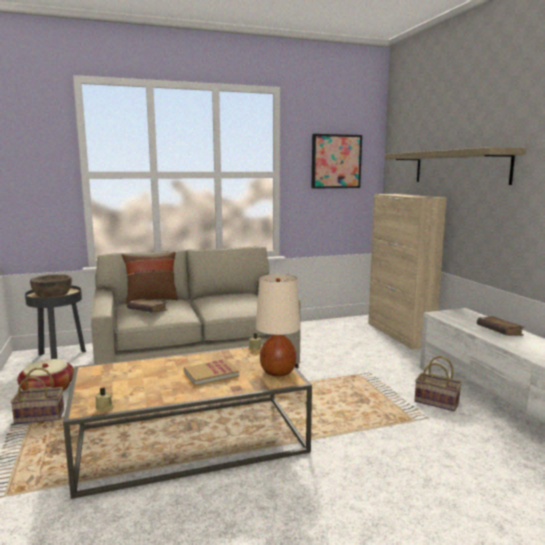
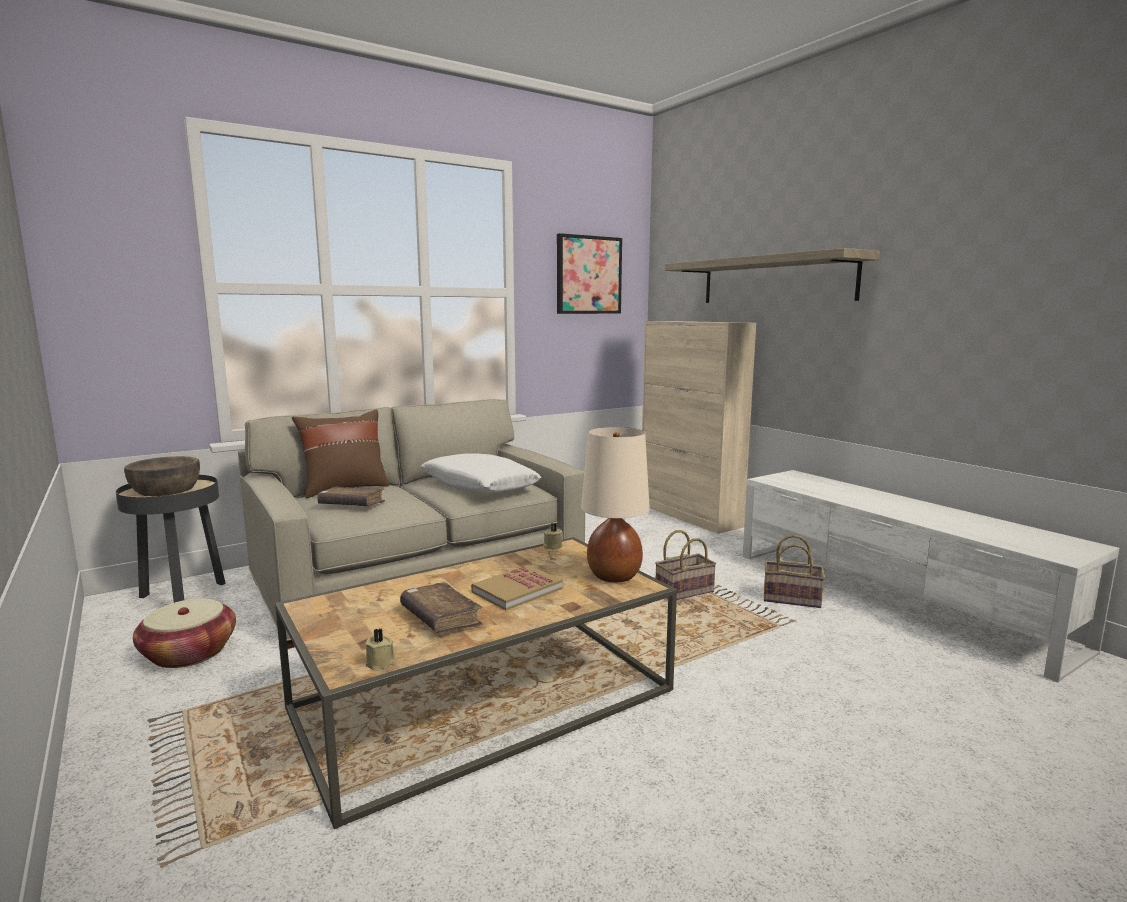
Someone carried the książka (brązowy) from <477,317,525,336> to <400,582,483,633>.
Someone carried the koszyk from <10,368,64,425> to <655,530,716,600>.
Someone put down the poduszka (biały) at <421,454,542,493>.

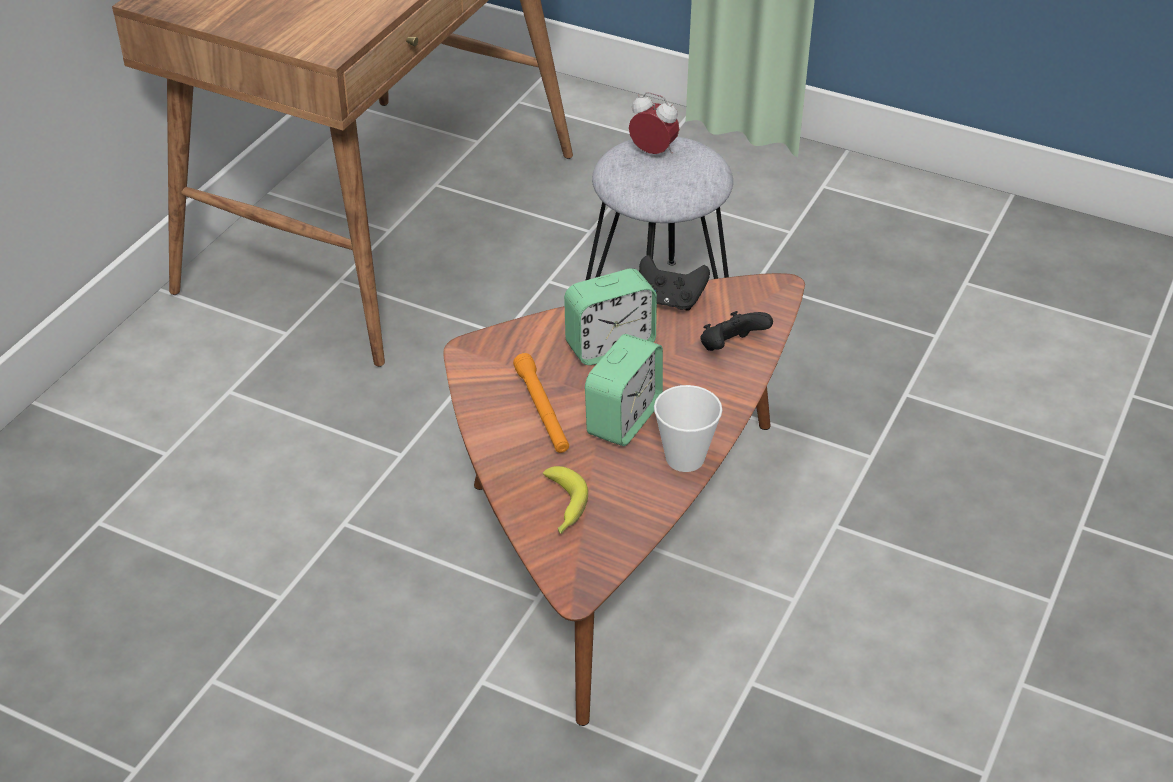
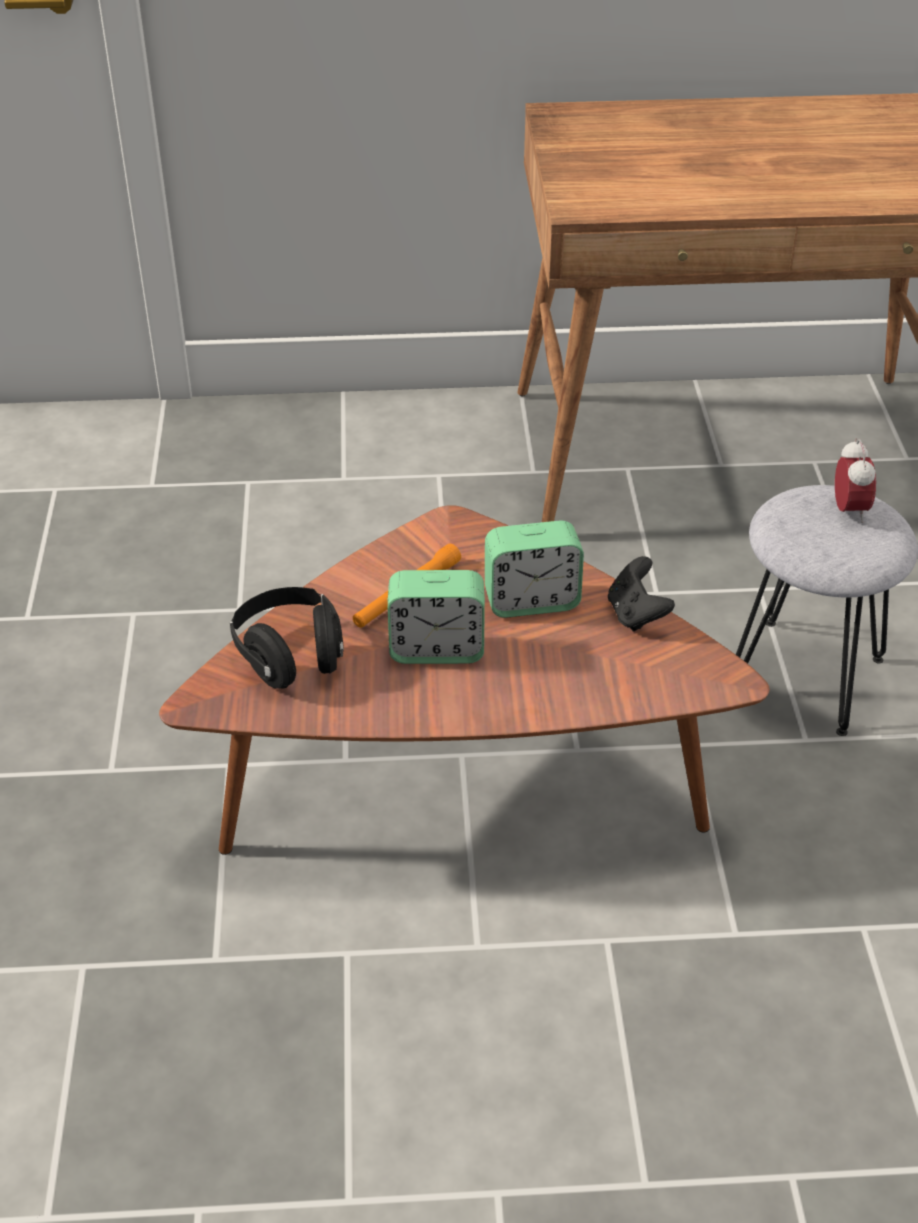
Someone rotated the budzik at <564,268,657,365> by 45 degrees counterclockwise.
Someone took away the pad do gier (czarny) at <700,311,773,351>.
Someone took away the filiżanka at <654,385,722,472>.
Someone swapped the banan at <543,466,588,534> for the słuchawki (czarny) at <230,587,344,689>.

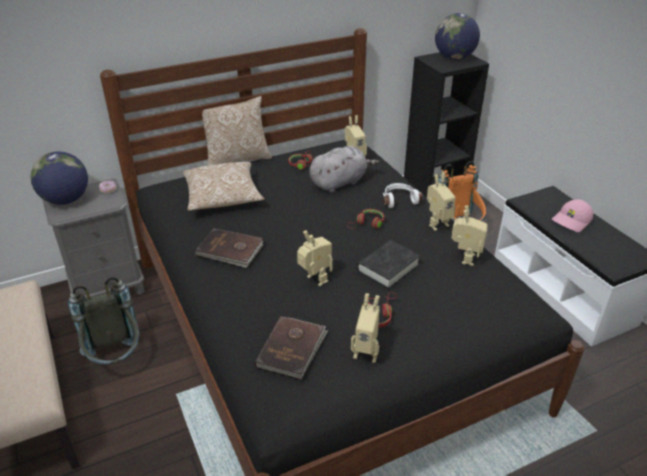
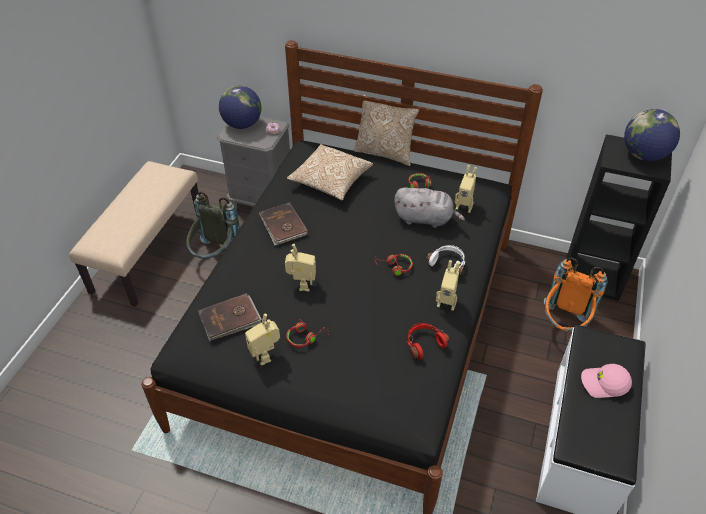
Someone swapped the robot zabawkowy at <452,205,488,266> for the słuchawki (czerwony) at <407,323,450,359>.
Someone took away the książka (czarny) at <357,240,420,289>.

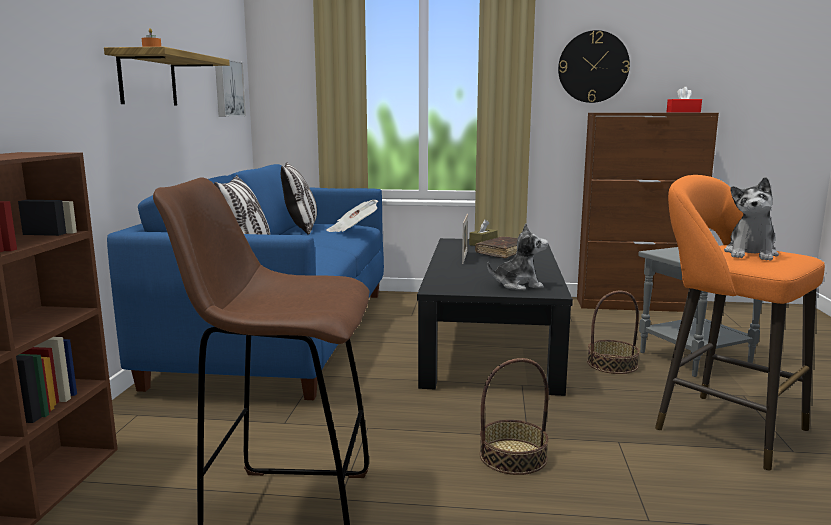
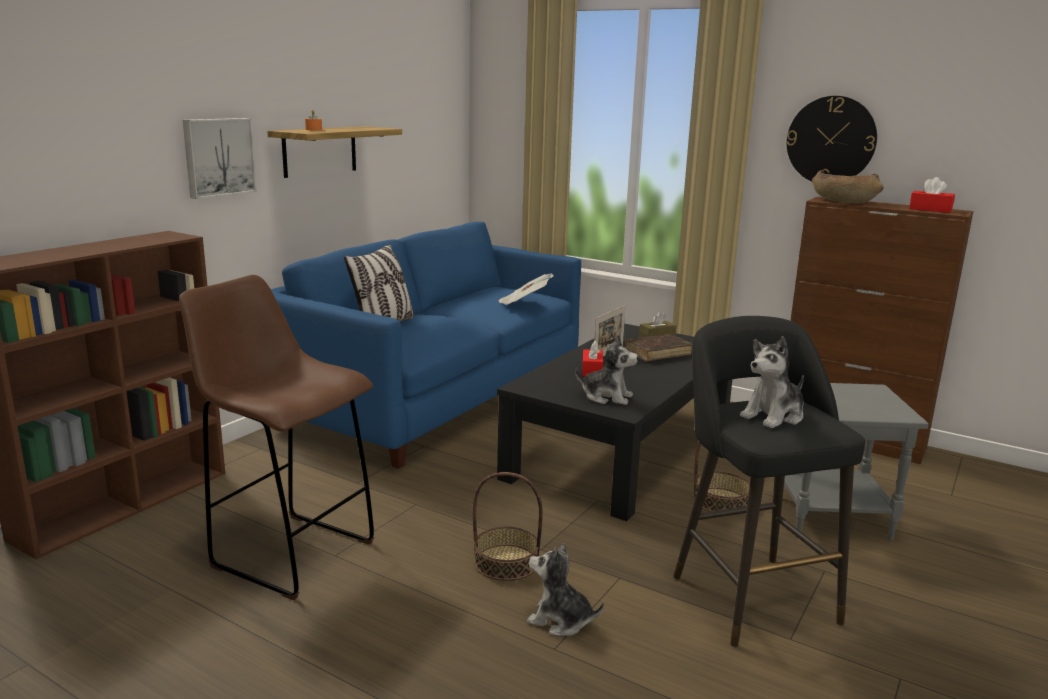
Someone carried the obraz from <215,58,246,117> to <183,118,257,199>.
Someone took away the poduszka at <281,162,317,234>.
Someone repainted the stołek (pomarańczowy) at <655,175,825,470>, which became the stołek (czarny) at <673,316,865,647>.
Someone put down the miska (brązowy) at <812,170,884,204>.
Someone put down the pudełko chusteczek (czerwony) at <582,341,603,377>.
Someone put down the pluszak at <527,543,604,636>.

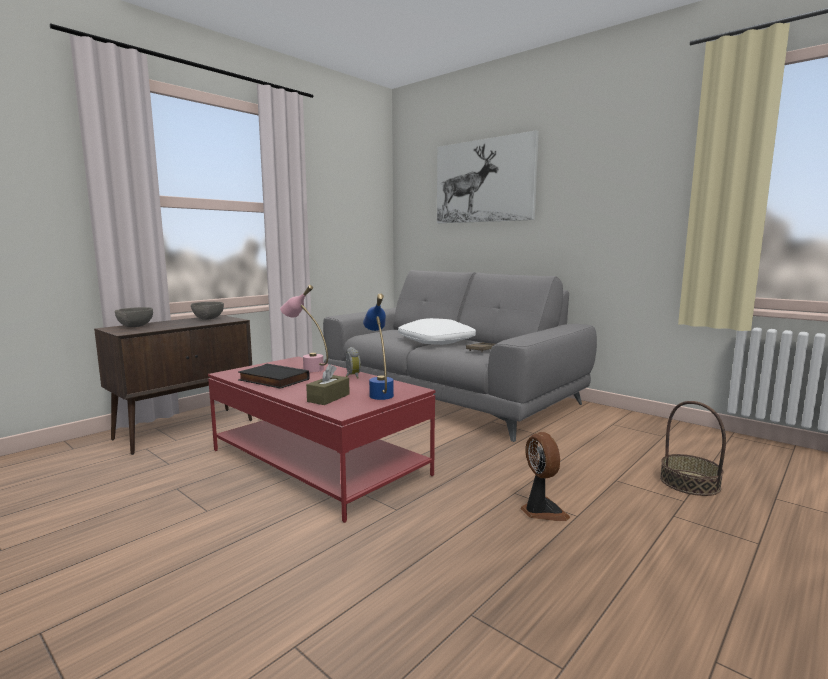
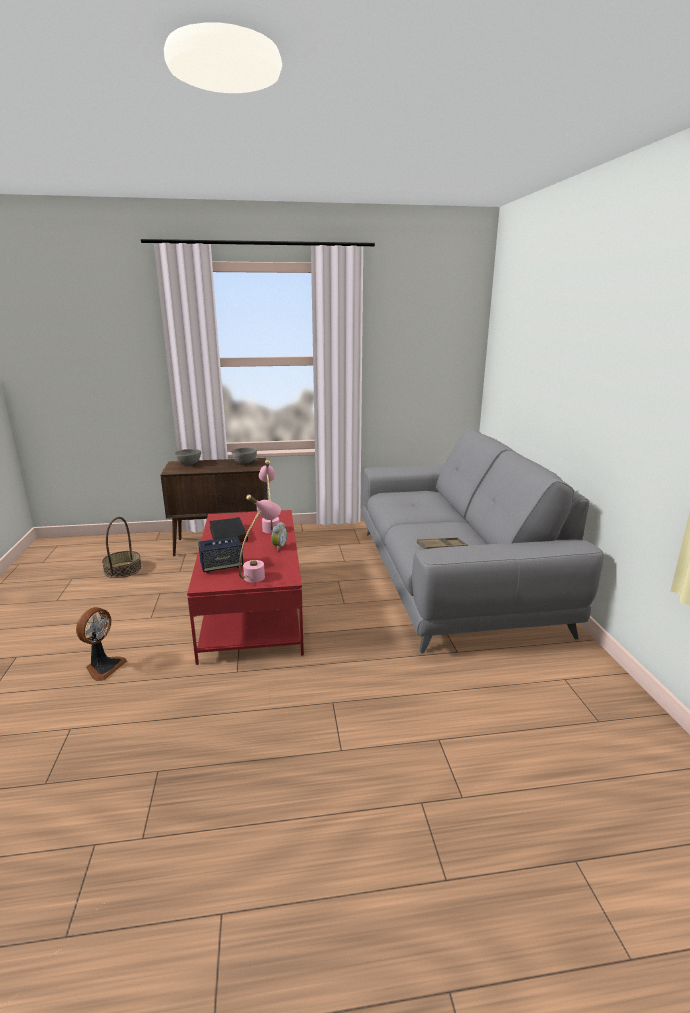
Someone took away the obraz at <437,130,539,223>.
Someone repainted the lampa stołowa (niebieski) at <363,293,394,400>, which became the lampa stołowa (różowy) at <239,494,281,583>.
Someone took away the poduszka (biały) at <398,318,476,345>.
Someone swapped the pudełko chusteczek (brązowy) at <306,364,350,405> for the głośnik at <198,536,243,573>.
Someone carried the koszyk from <660,401,726,496> to <102,517,142,578>.
Someone carried the wentylator from <521,432,570,521> to <76,607,127,681>.

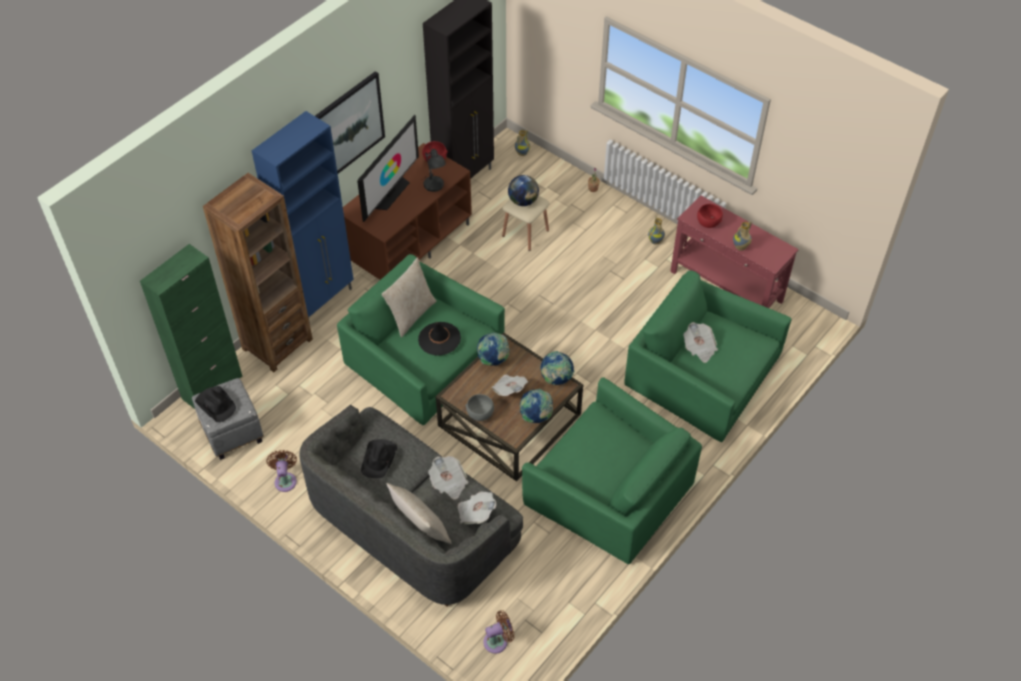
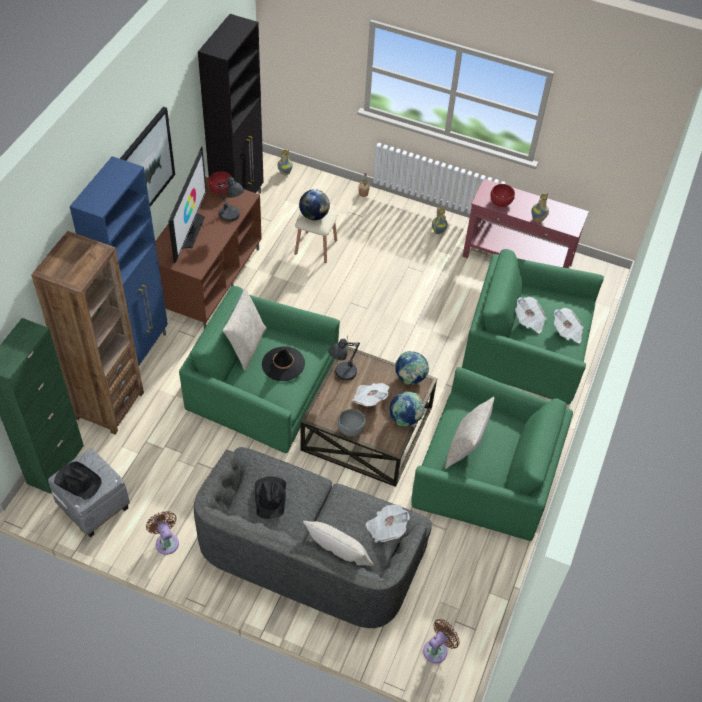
Someone swapped the globus at <477,332,509,366> for the lampa stołowa (szary) at <328,337,360,381>.
Someone carried the gazeta from <428,456,468,500> to <554,308,584,343>.
Someone put down the poduszka (beżowy) at <445,397,494,469>.

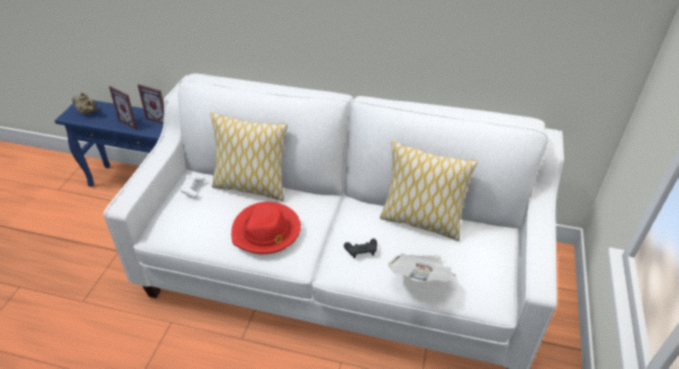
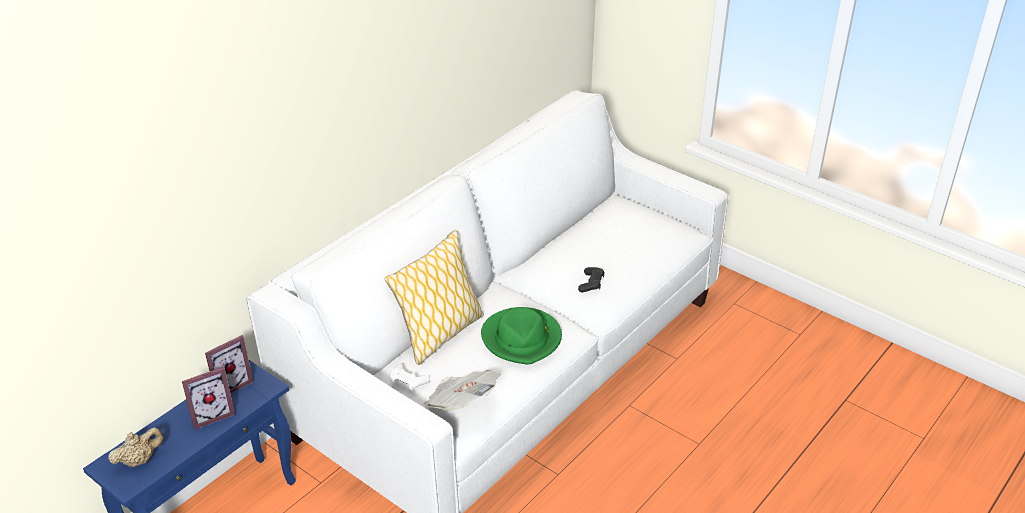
Someone took away the poduszka at <380,141,478,241>.
Someone repainted the kapelusz (czerwony) at <231,202,301,254>, which became the kapelusz (zielony) at <481,307,562,365>.
Someone carried the gazeta from <388,254,456,282> to <424,370,501,410>.

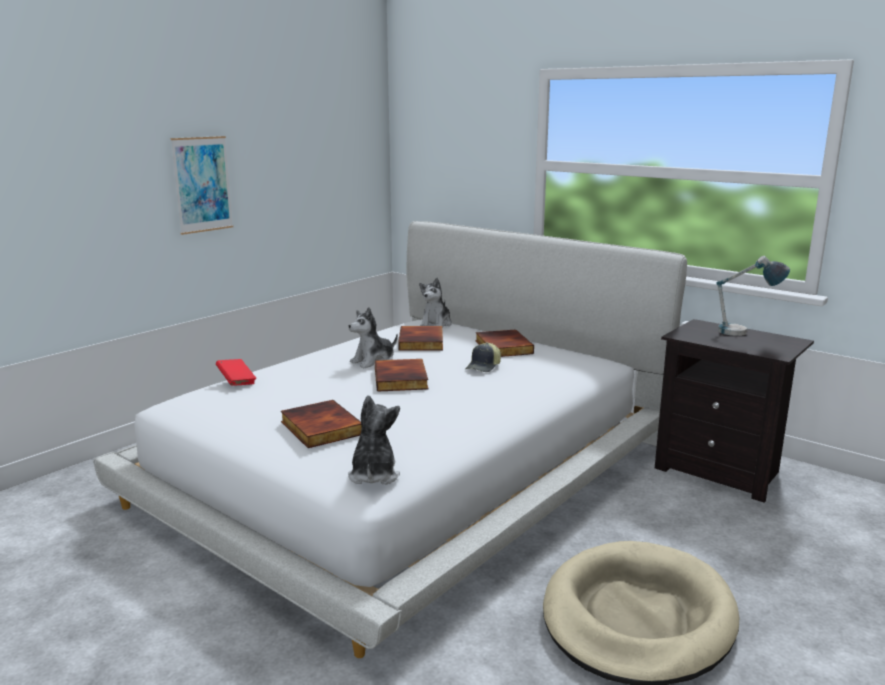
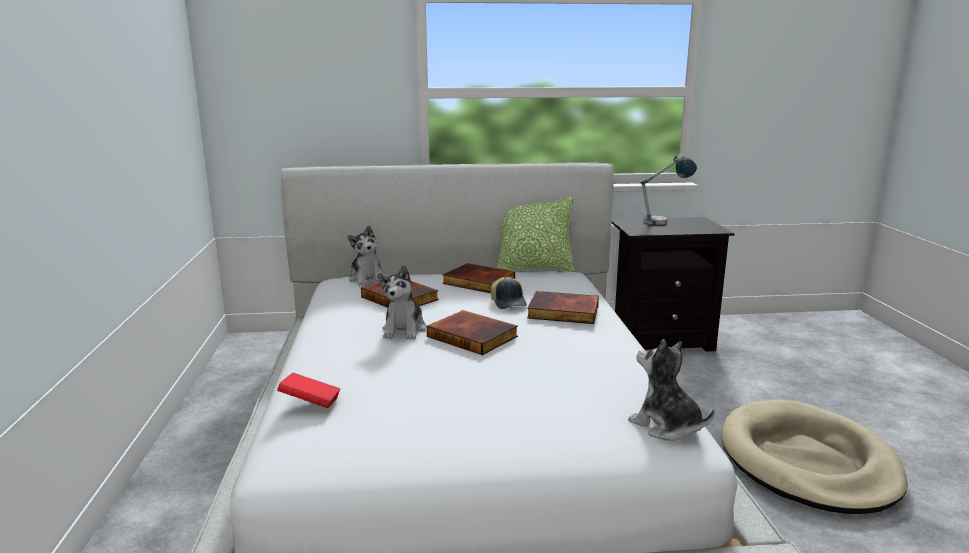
Someone took away the obraz at <171,136,233,235>.
Someone carried the książka from <281,400,362,448> to <527,291,599,324>.
Someone put down the poduszka at <497,197,575,272>.

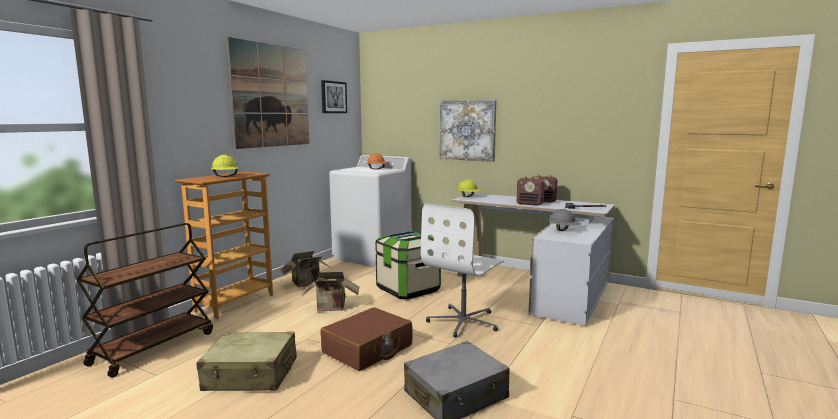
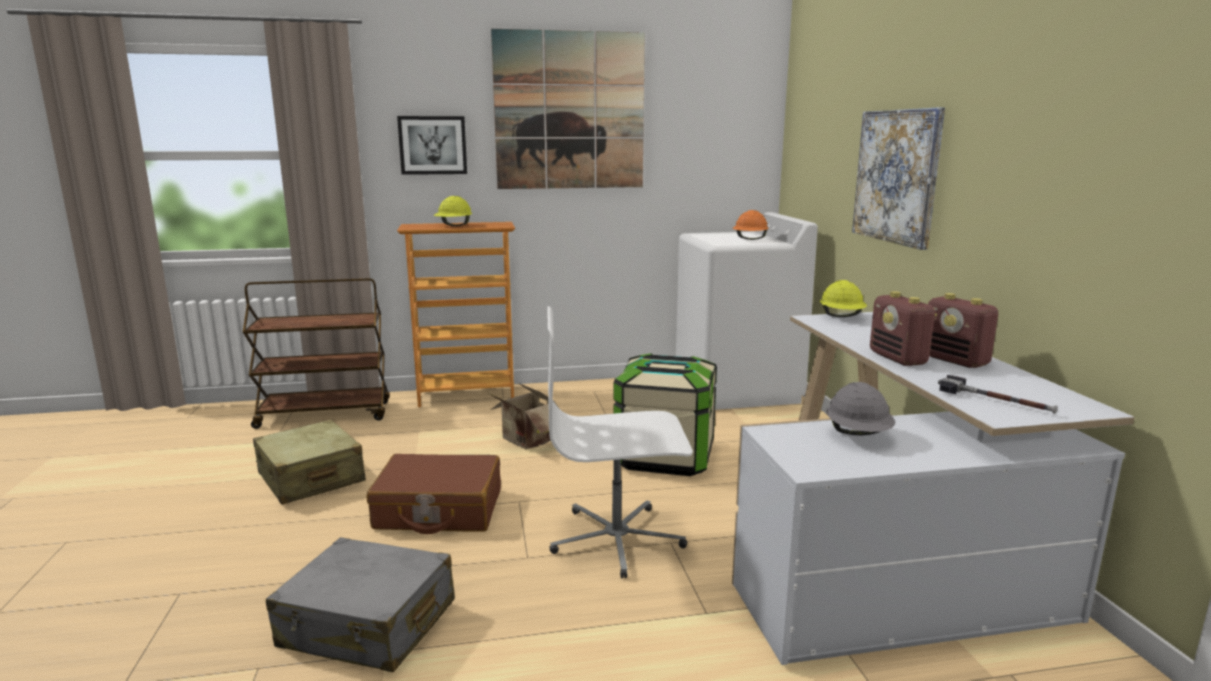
Someone carried the obraz from <321,80,347,113> to <397,116,467,175>.
Someone took away the karton at <280,251,331,287>.

